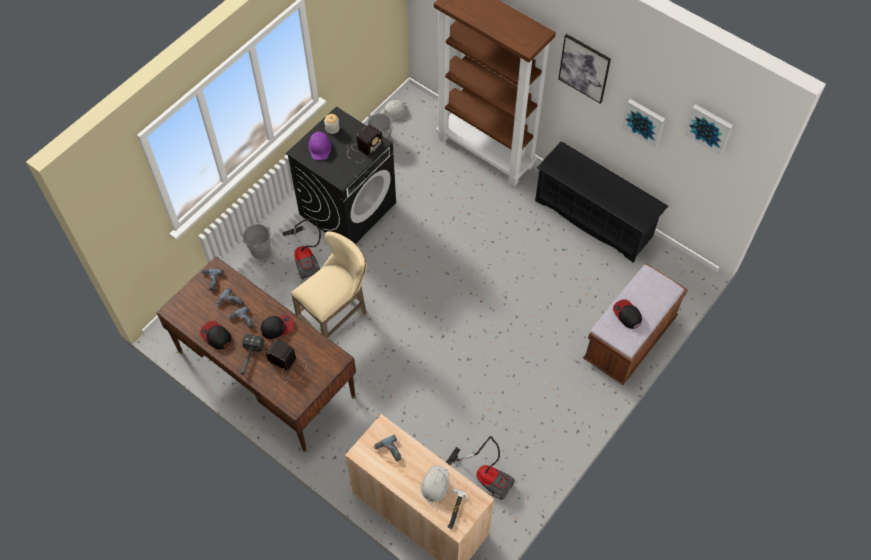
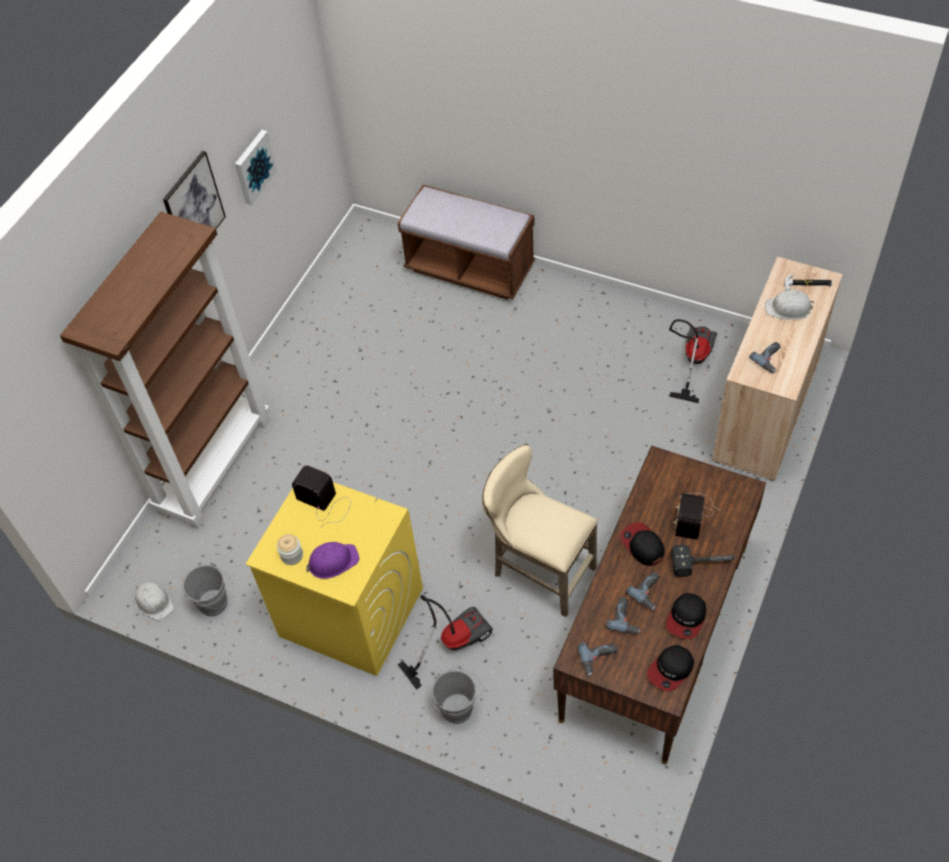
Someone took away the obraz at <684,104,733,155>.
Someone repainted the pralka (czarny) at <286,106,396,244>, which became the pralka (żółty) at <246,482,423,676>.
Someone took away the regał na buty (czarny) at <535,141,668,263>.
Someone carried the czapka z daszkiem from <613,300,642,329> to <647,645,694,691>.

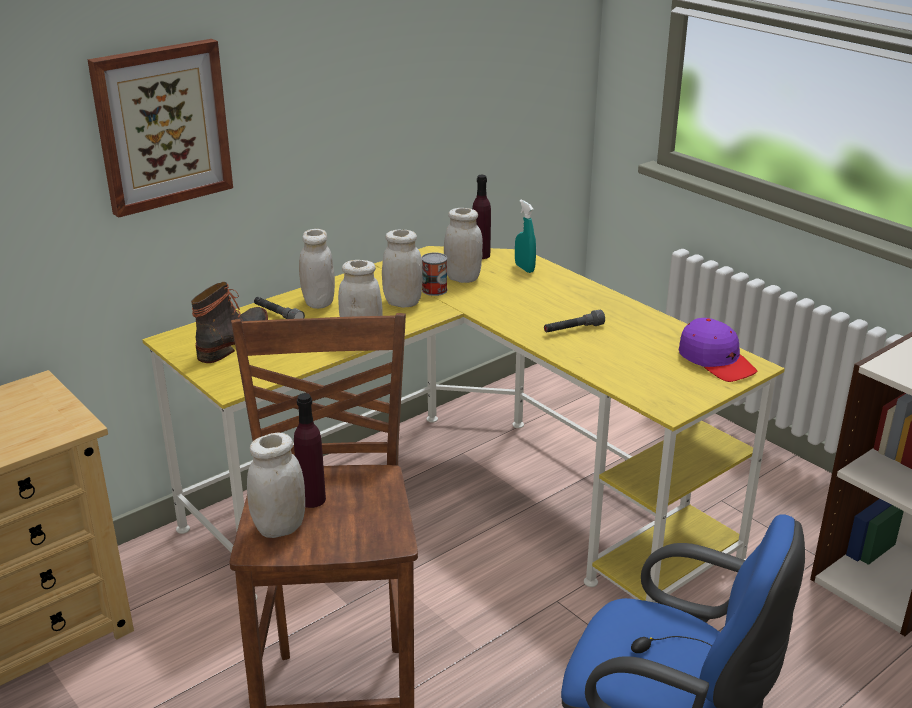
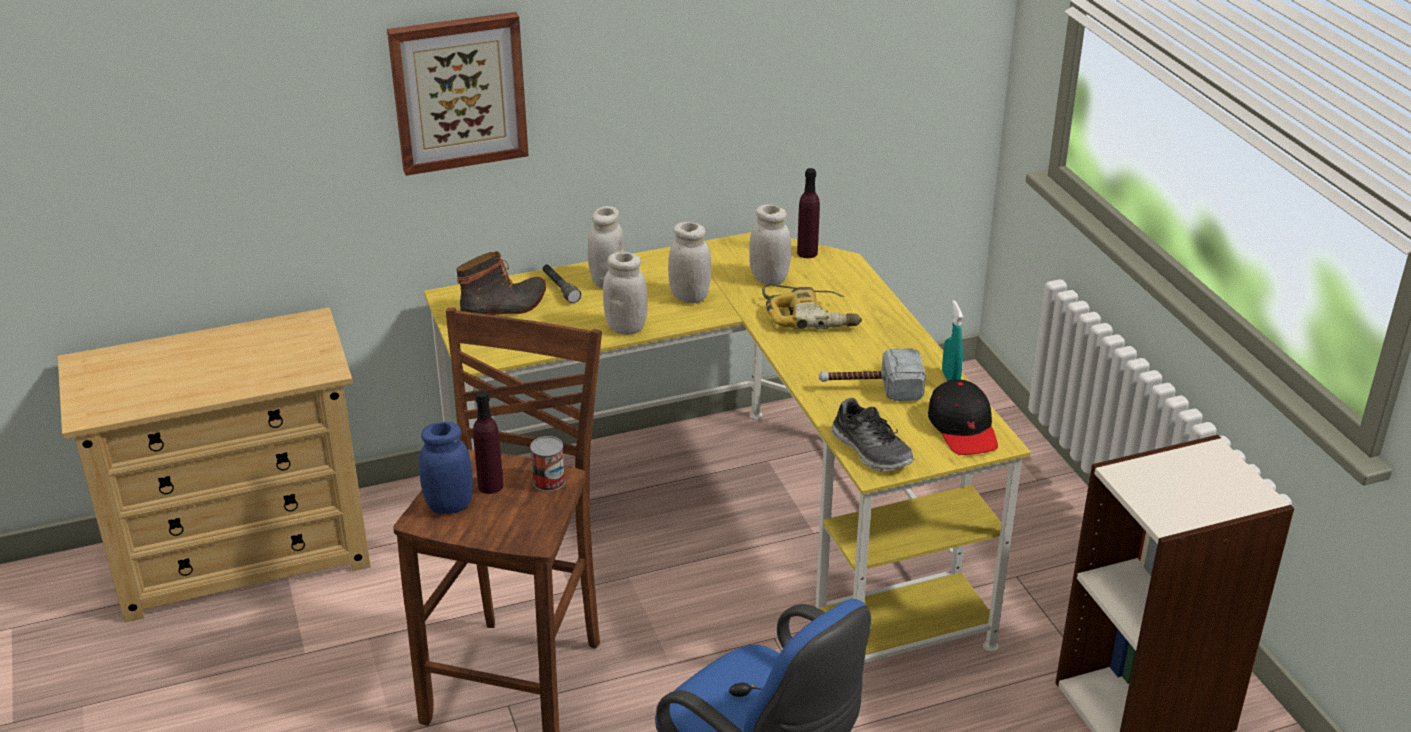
Someone carried the spryskiwacz (turkusowy) from <515,200,536,273> to <942,300,963,381>.
Someone carried the puszka from <422,252,447,296> to <530,436,565,492>.
Someone took away the latarka (szary) at <544,310,605,333>.
Someone repainted the czapka z daszkiem (fioletowy) at <679,318,757,382>, which became the czapka z daszkiem (czarny) at <928,379,998,455>.
Someone repainted the słoik (biały) at <247,433,305,538>, which became the słoik (niebieski) at <420,422,473,514>.
Someone put down the wiertarka at <762,284,862,329>.
Someone put down the młotek at <819,348,926,401>.
Someone put down the but at <831,398,915,472>.

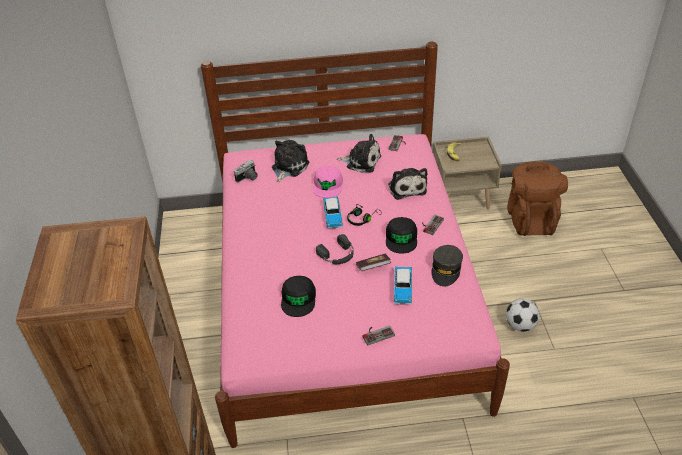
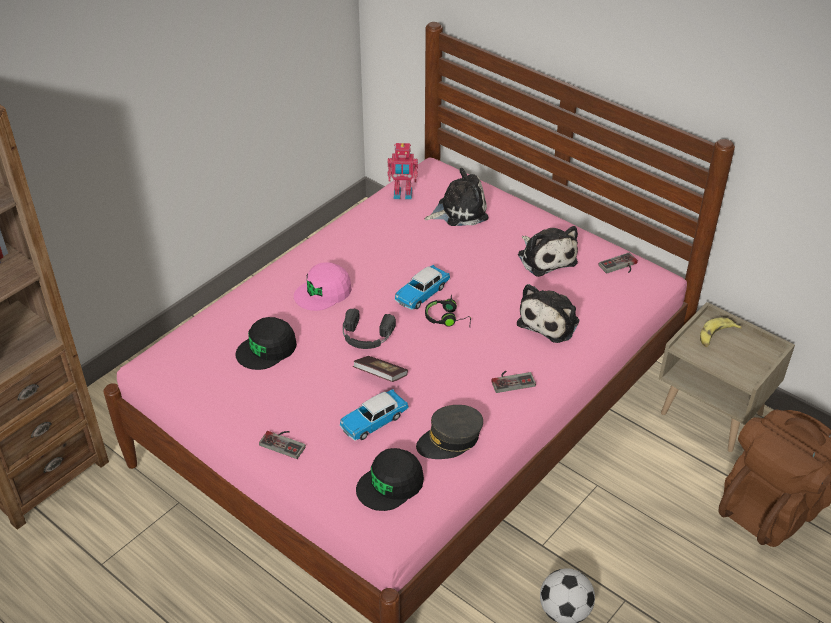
Someone swapped the aparat fotograficzny at <234,160,258,182> for the robot zabawkowy at <387,143,418,200>.
Someone carried the czapka z daszkiem (różowy) from <313,166,343,198> to <294,262,352,311>.
Someone carried the czapka z daszkiem (czarny) from <386,217,417,254> to <356,448,424,511>.

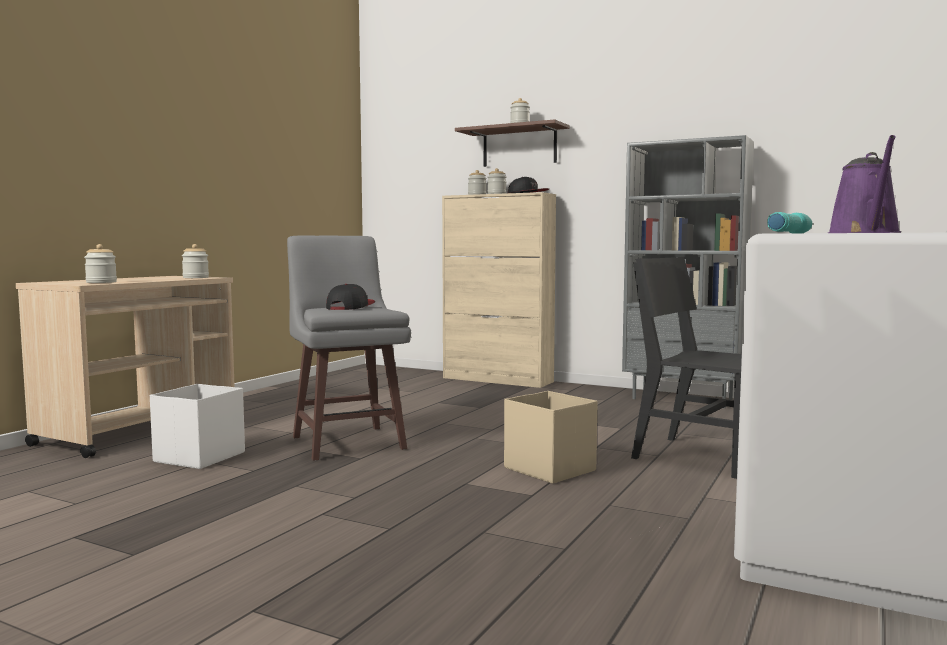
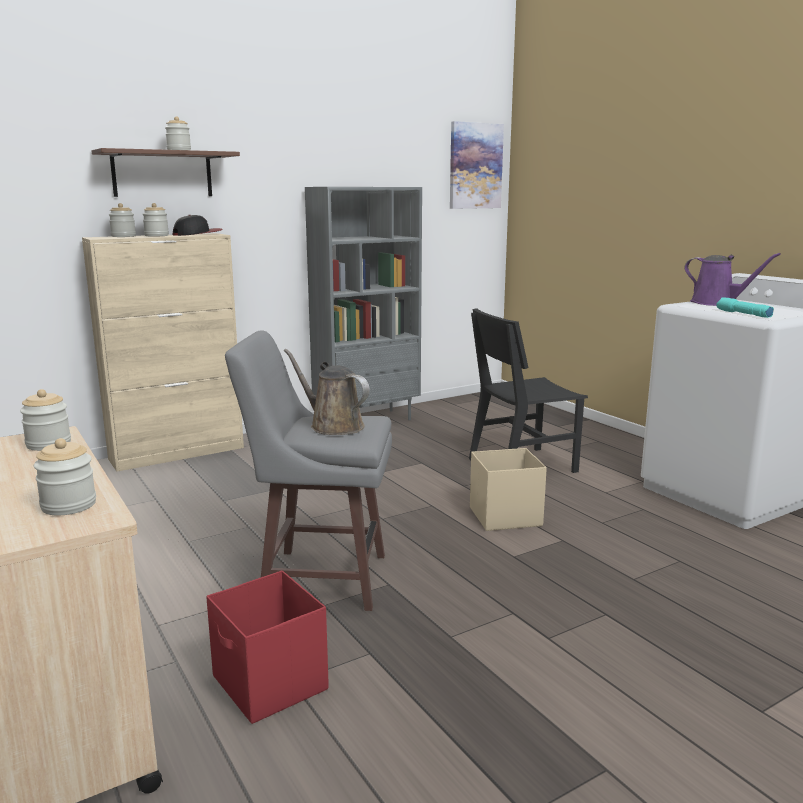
Someone swapped the czapka z daszkiem at <326,284,375,310> for the konewka (brązowy) at <284,349,370,435>.
Someone repainted the pojemnik do przechowywania (biały) at <150,384,245,469>, which became the pojemnik do przechowywania (czerwony) at <206,570,329,724>.
Someone put up the obraz at <450,121,504,209>.

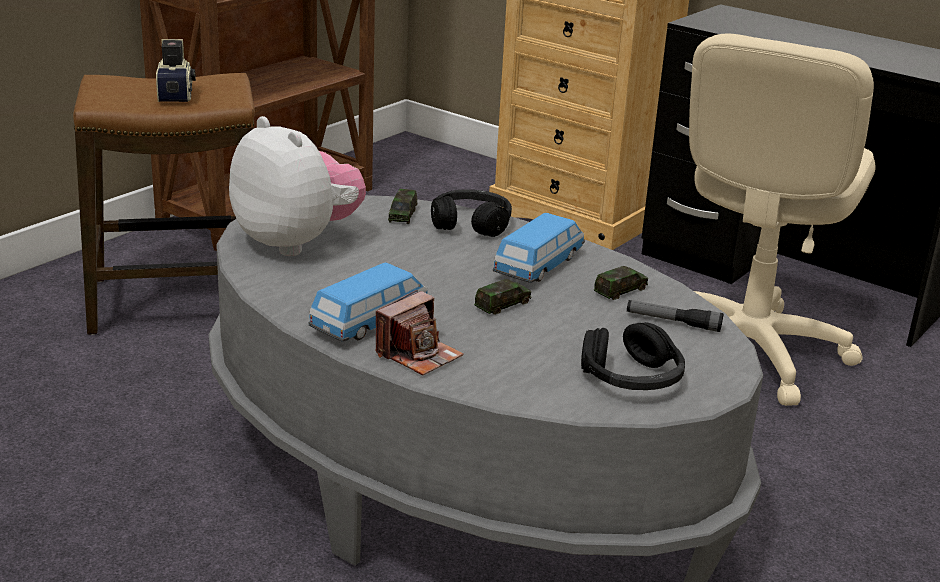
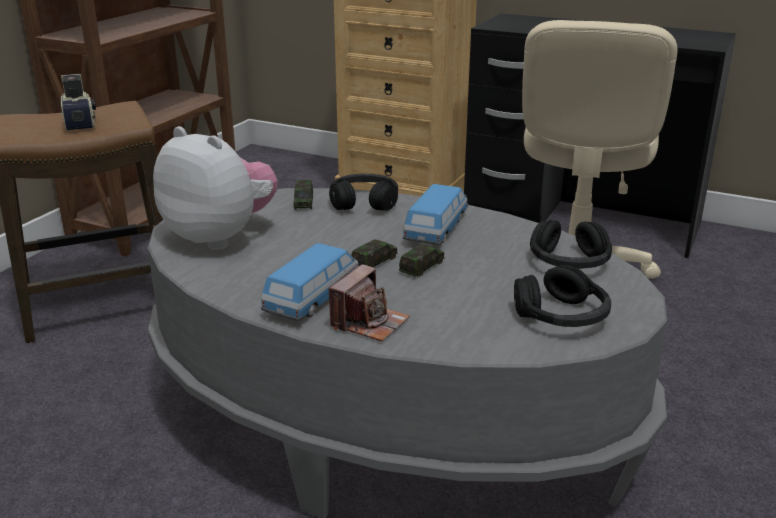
Someone carried the samochodzik from <594,266,648,300> to <351,240,398,268>.
Someone swapped the latarka at <627,300,724,332> for the słuchawki (czarny) at <530,220,612,269>.

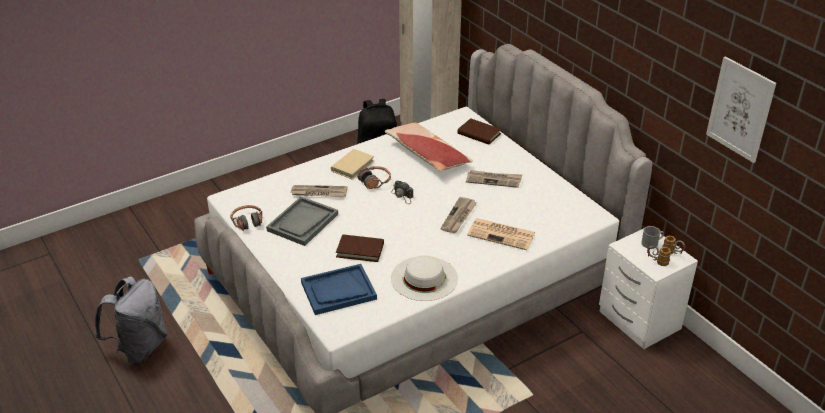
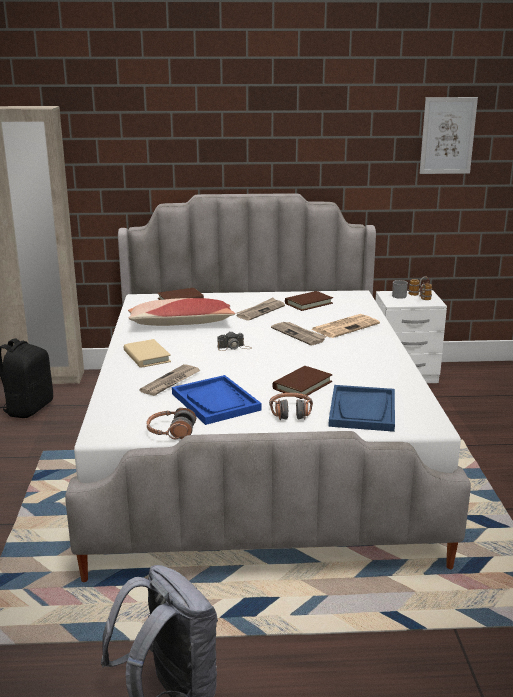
Someone carried the słuchawki from <358,166,391,189> to <269,393,313,420>.
Someone repainted the taca (szary) at <266,196,338,246>, which became the taca (niebieski) at <172,375,262,425>.
Someone took away the kapelusz (biały) at <391,255,458,301>.
Someone put down the książka (brązowy) at <285,291,333,311>.

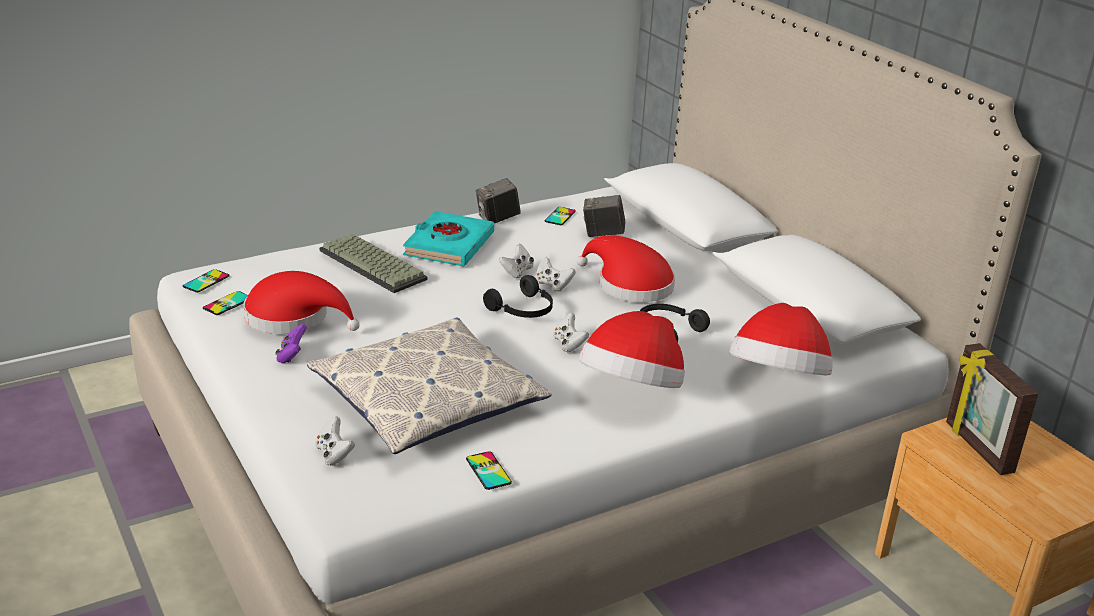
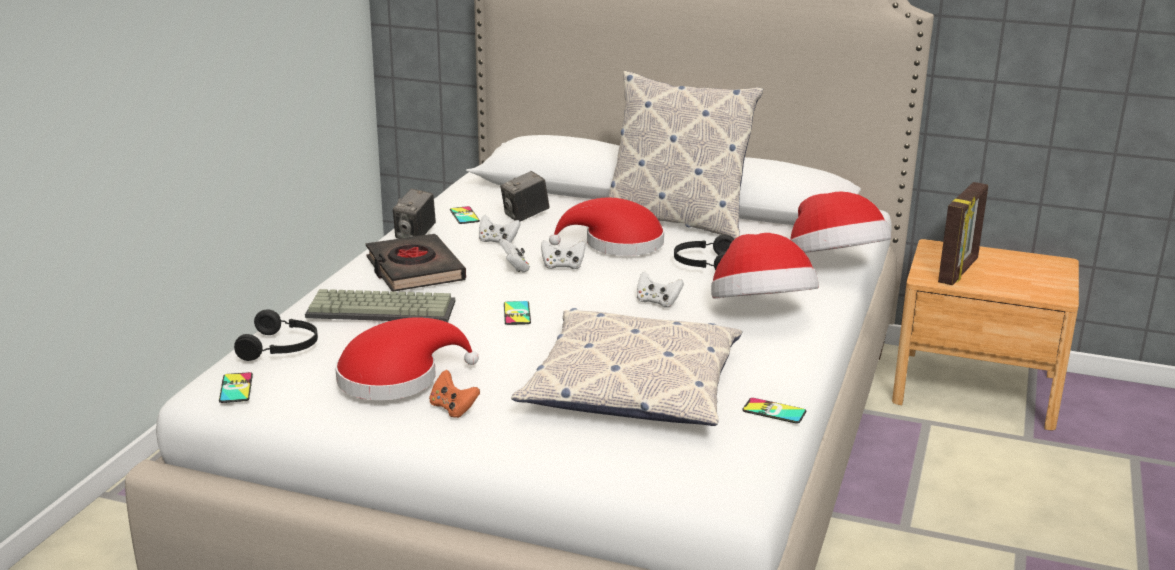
Someone repainted the książka (turkusowy) at <403,211,494,266>, which became the książka (czarny) at <366,234,466,292>.
Someone carried the słuchawki (czarny) from <483,275,553,318> to <234,309,318,361>.
Someone carried the telefon from <203,291,248,315> to <504,301,531,325>.
Someone repainted the pad do gier (fioletowy) at <275,324,307,363>, which became the pad do gier (pomarańczowy) at <429,370,480,418>.
Someone rotated the ramka na zdjęcie at <946,343,1038,475> by 90 degrees counterclockwise.
Someone carried the pad do gier (biały) from <315,416,355,466> to <479,215,521,243>.
Someone put down the poduszka at <608,71,763,239>.

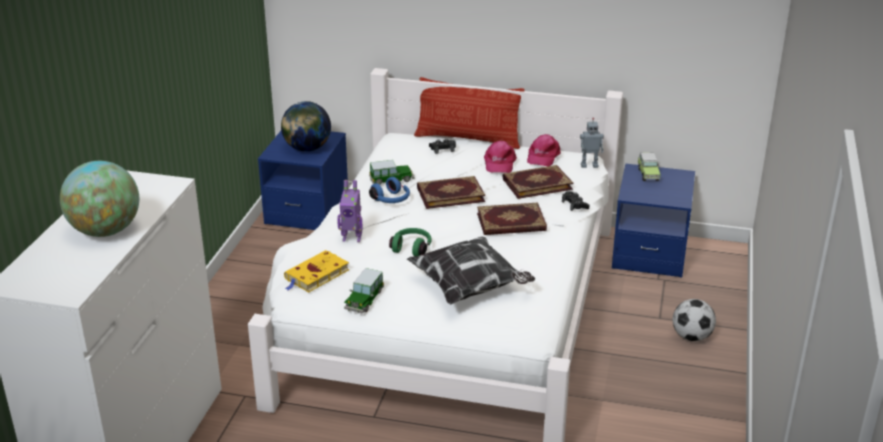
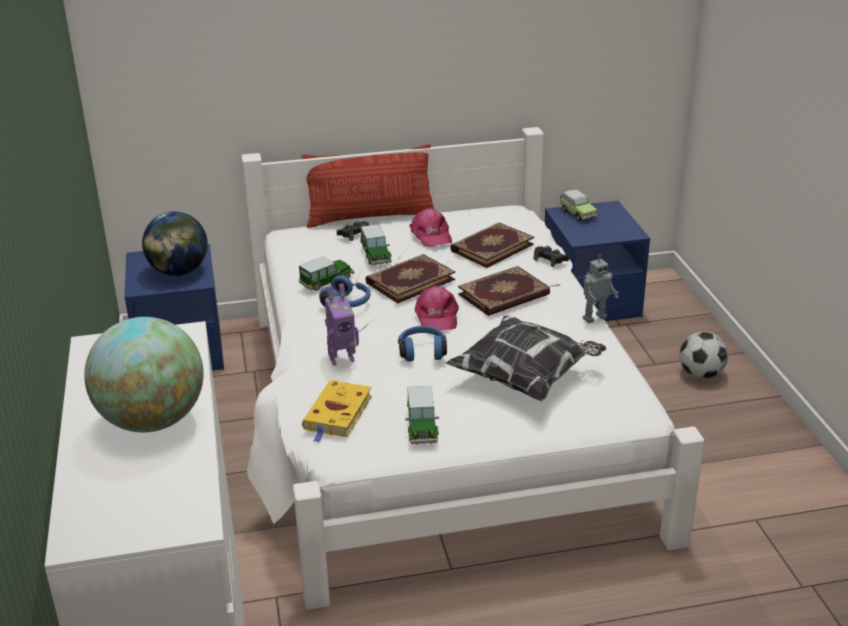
Someone carried the robot zabawkowy from <580,118,604,168> to <583,254,619,323>.
Someone carried the czapka z daszkiem (różowy) from <527,134,561,166> to <414,286,459,330>.
Someone repainted the słuchawki (zielony) at <389,228,432,256>, which became the słuchawki (niebieski) at <398,326,447,362>.
Someone put down the samochodzik at <360,224,392,265>.

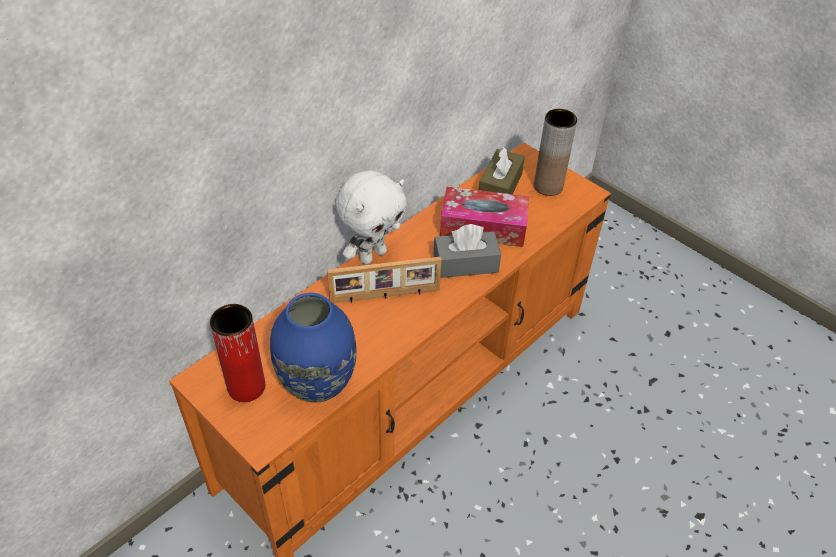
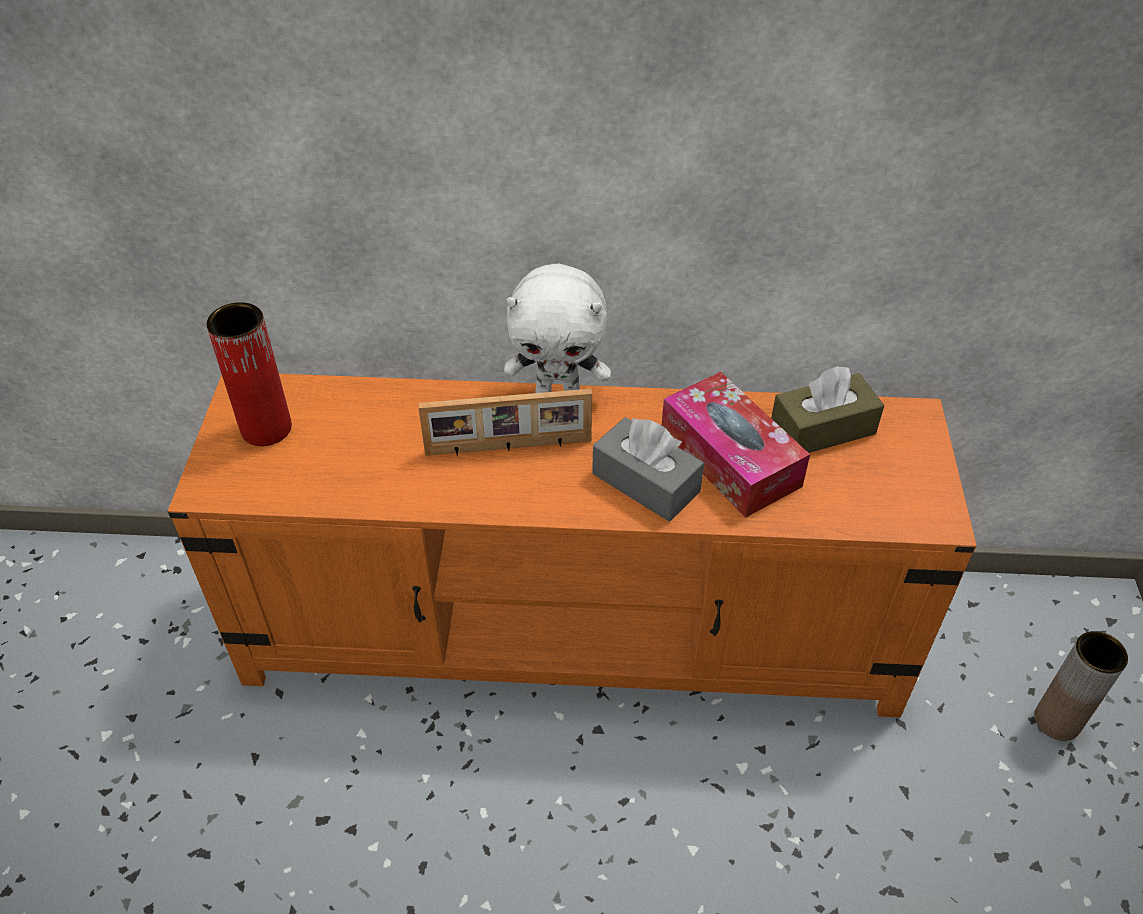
Someone carried the wazon (brązowy) from <534,109,577,196> to <1034,631,1128,741>.
Someone rotated the ramka na zdjęcie at <327,257,442,303> by 45 degrees counterclockwise.
Someone took away the wazon (niebieski) at <270,293,357,403>.

